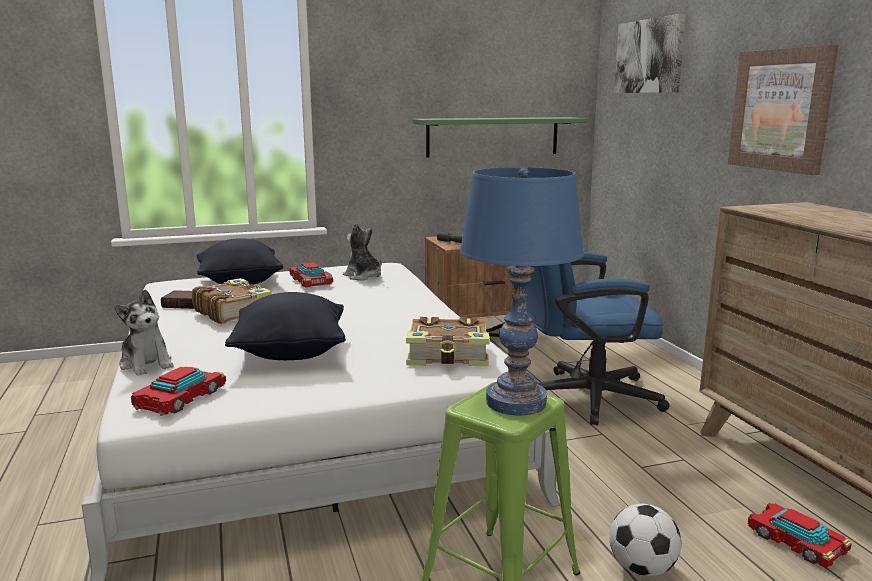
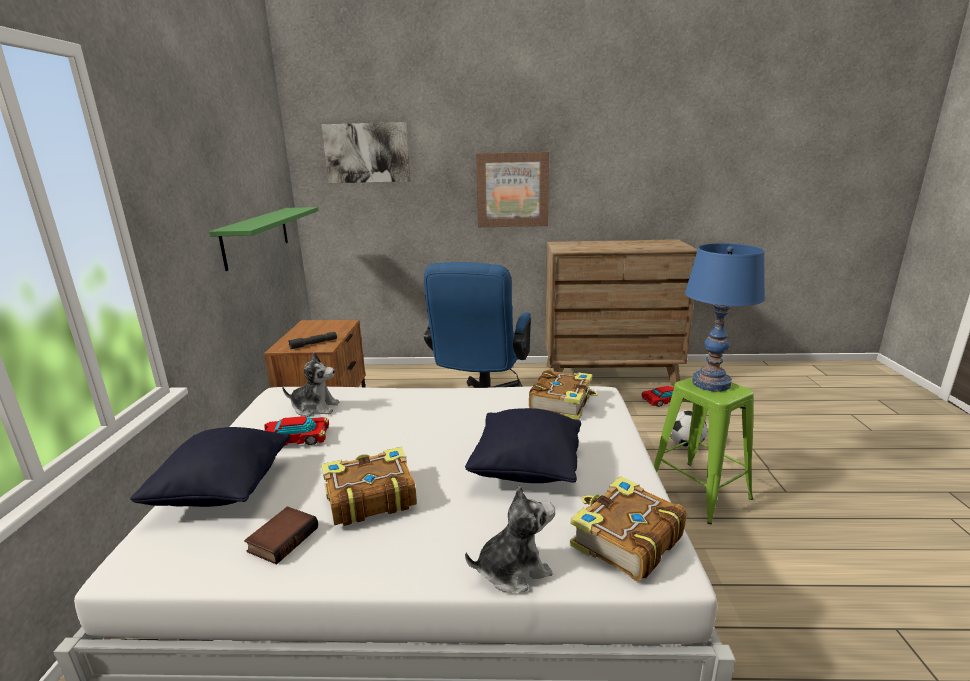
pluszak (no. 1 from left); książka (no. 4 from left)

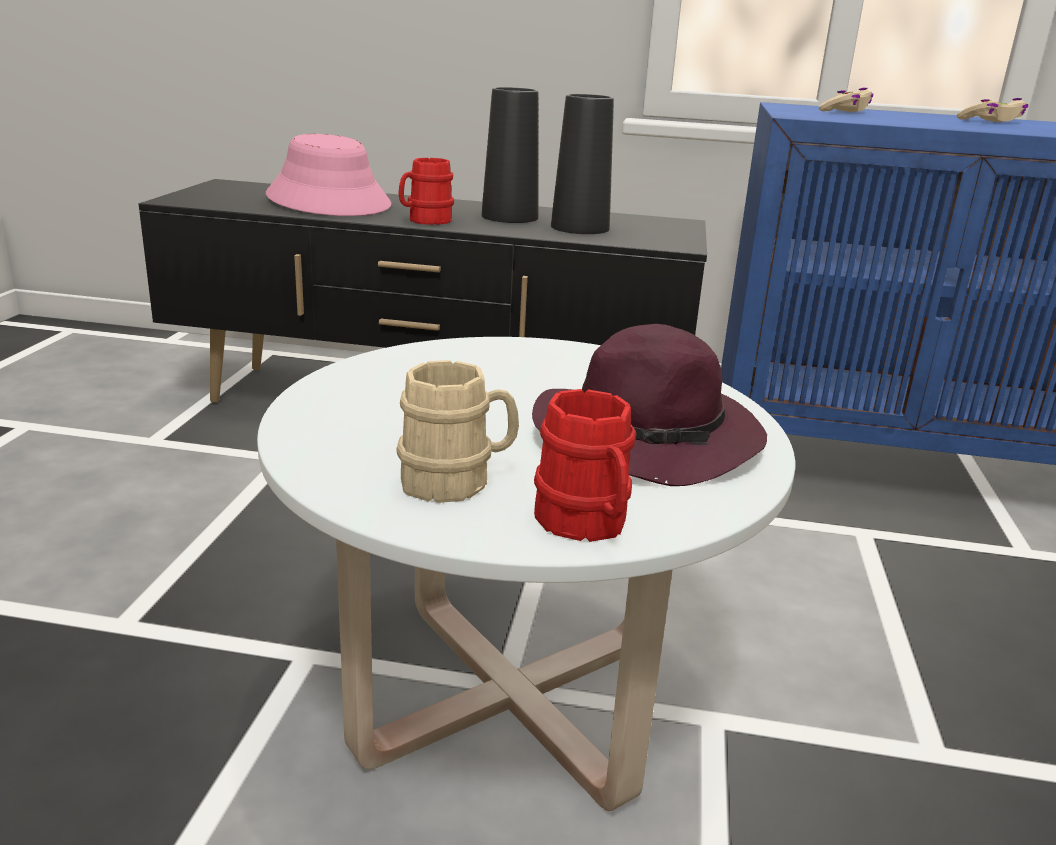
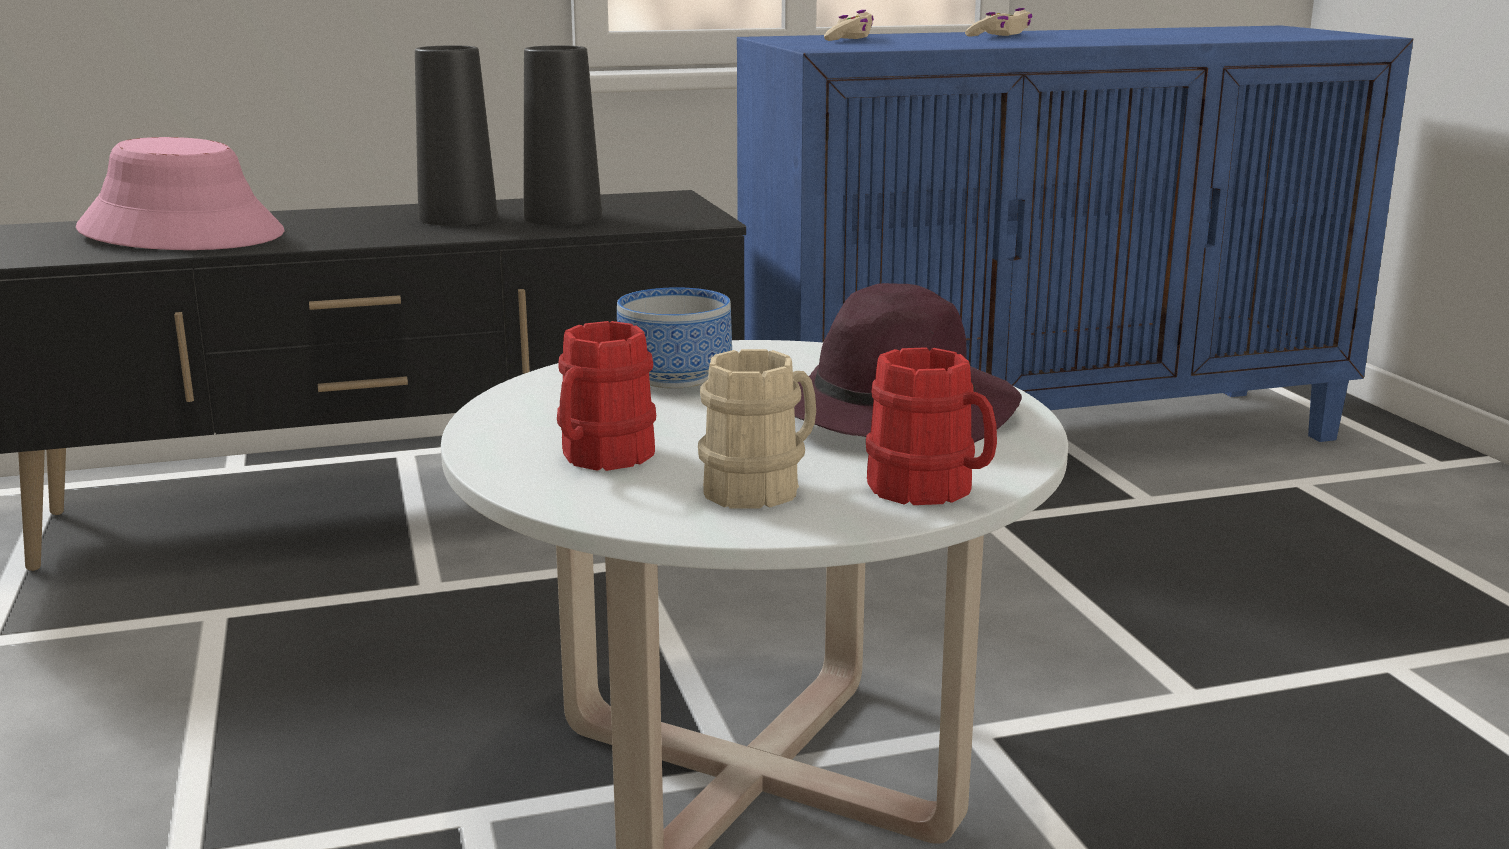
kubek/czerwony (no. 1 from left); miska

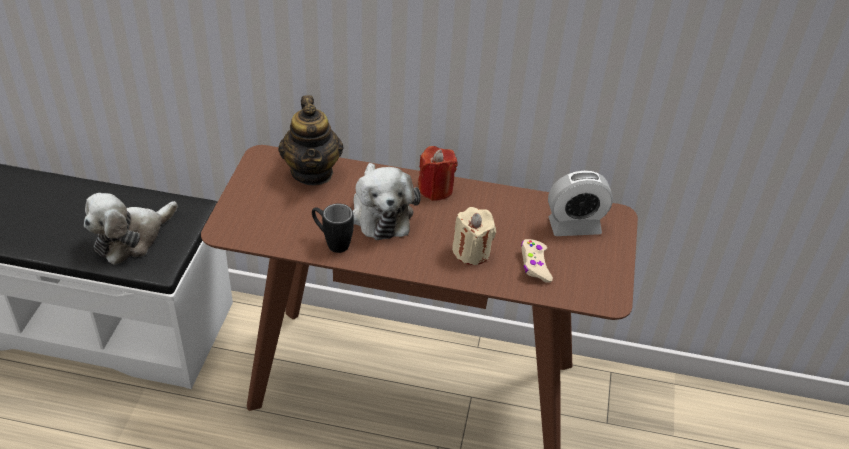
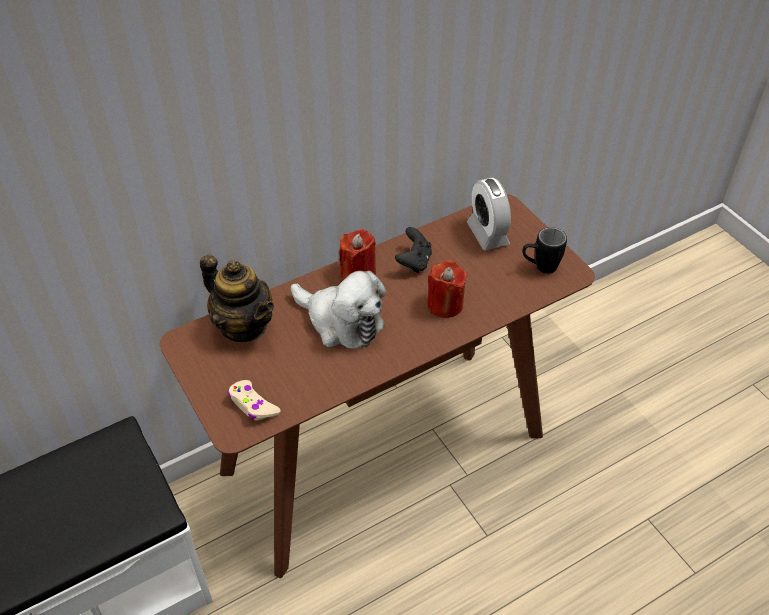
pad do gier/beżowy; pad do gier/czarny; świeca/czerwony (no. 2 from left); budzik; kubek/czarny; pluszak (no. 1 from left in the first image)

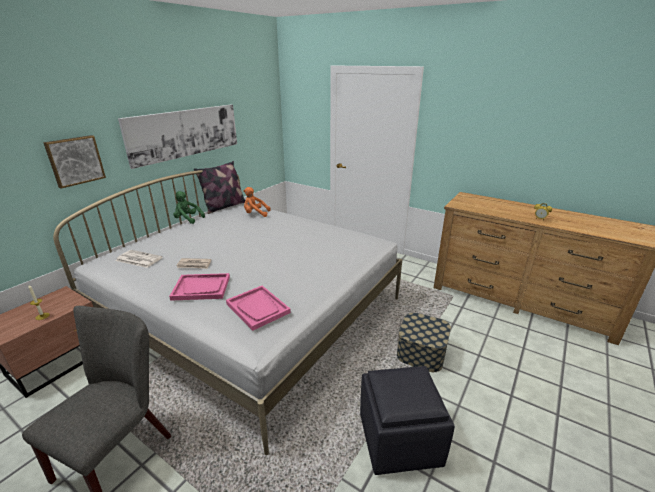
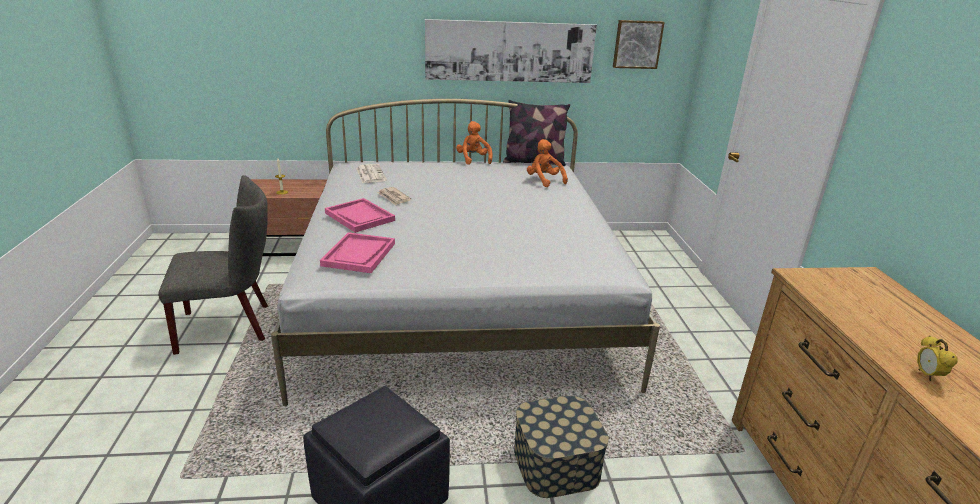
pluszak/pomarańczowy (no. 1 from left); obraz (no. 2 from left)

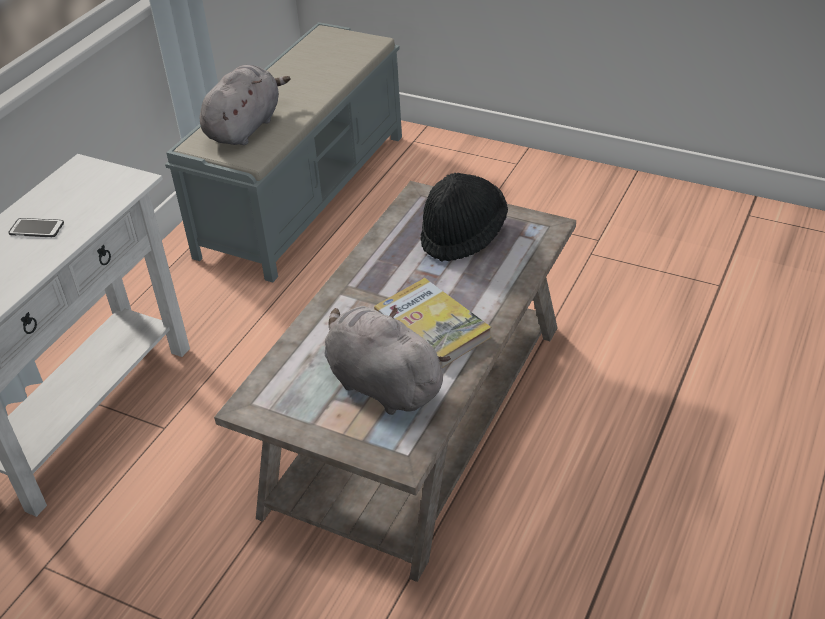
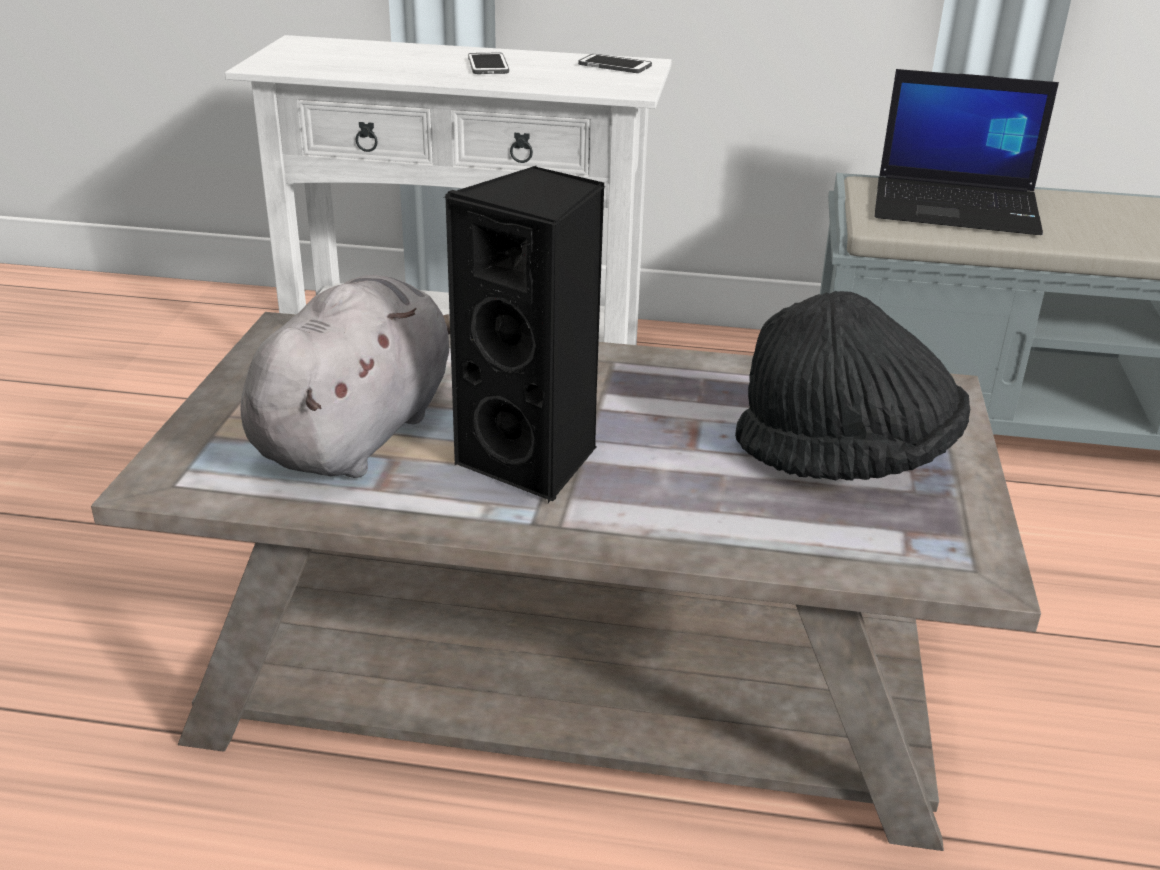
głośnik/czarny; telefon (no. 2 from left); laptop

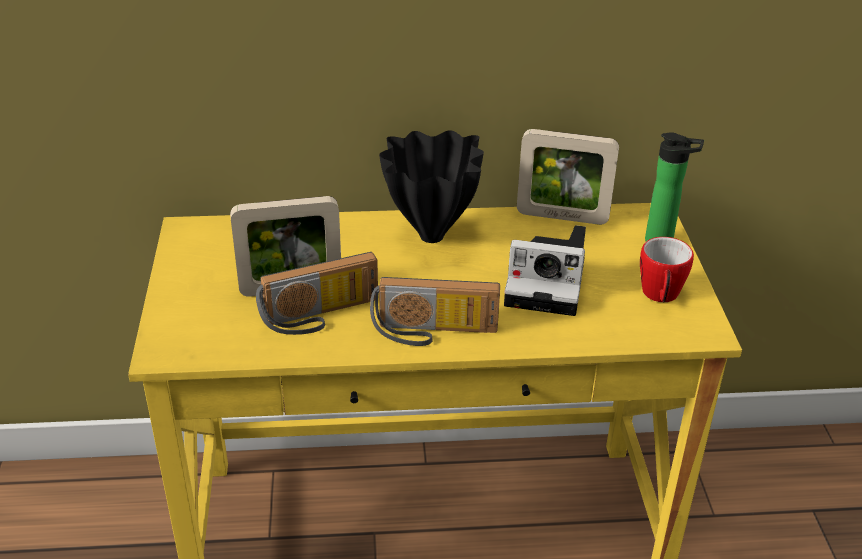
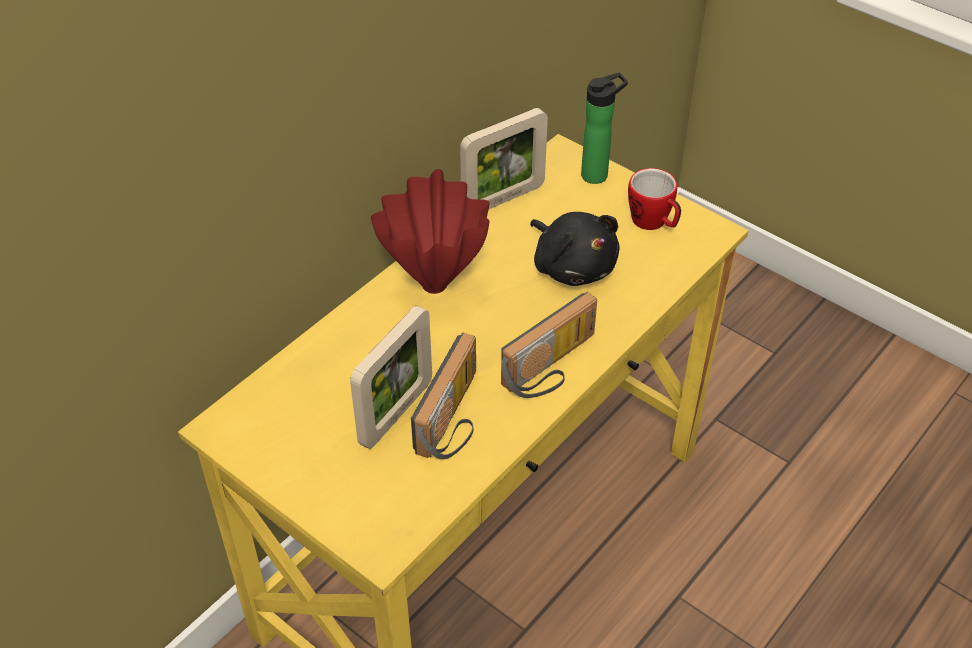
wazon/czerwony; pluszak/czarny

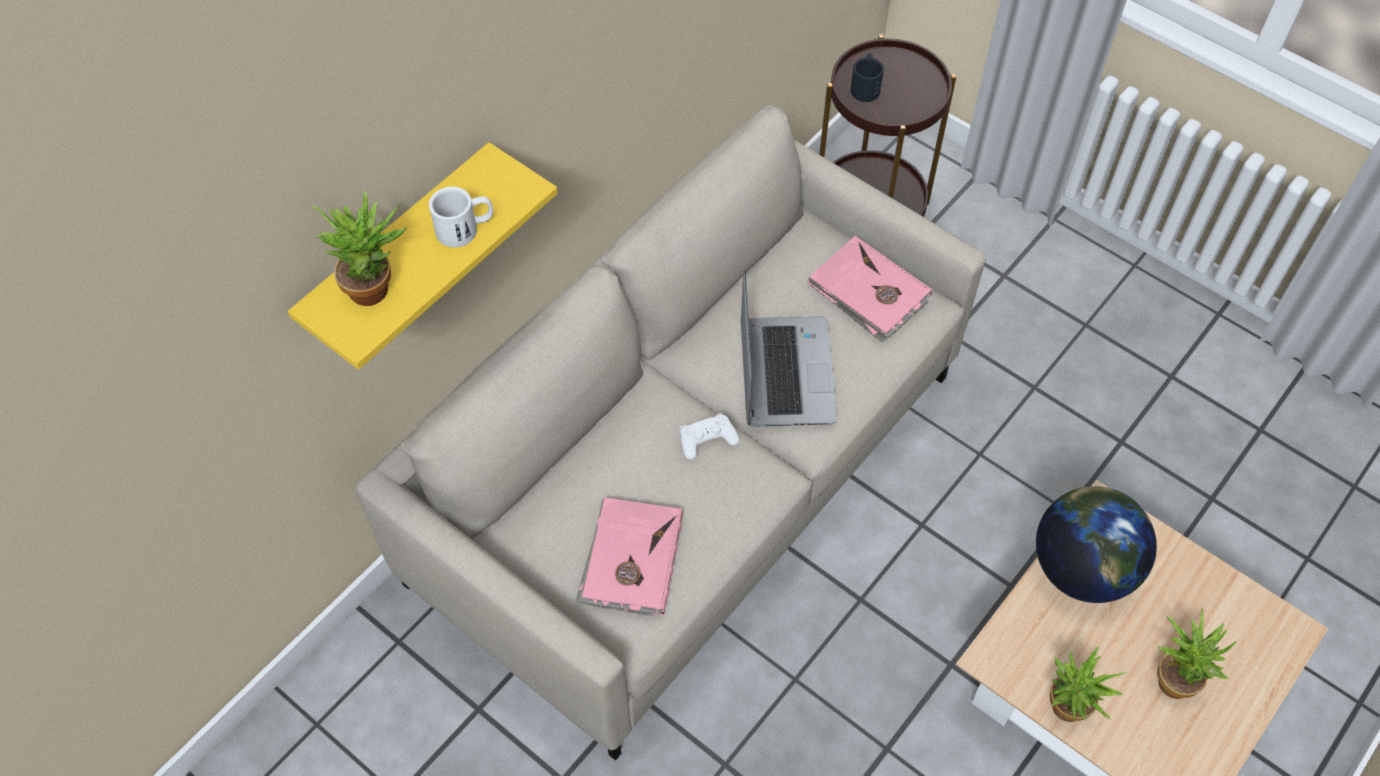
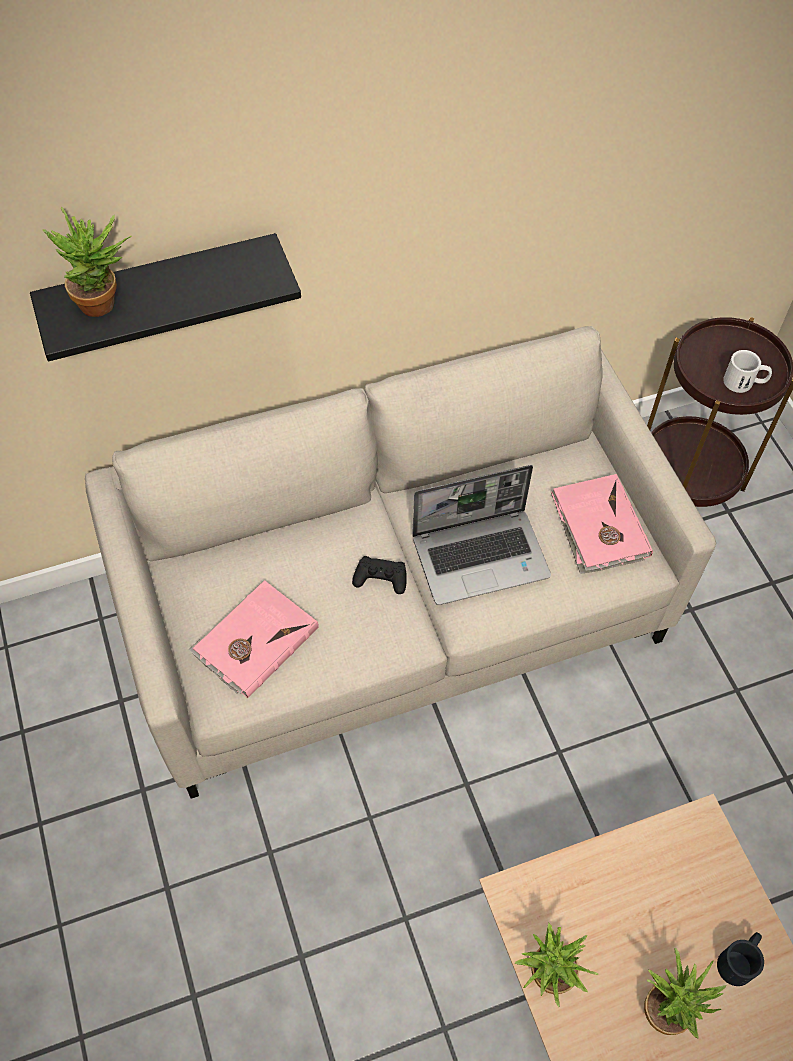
półka/czarny; pad do gier/czarny; laptop; kubek/czarny; kubek/biały; globus

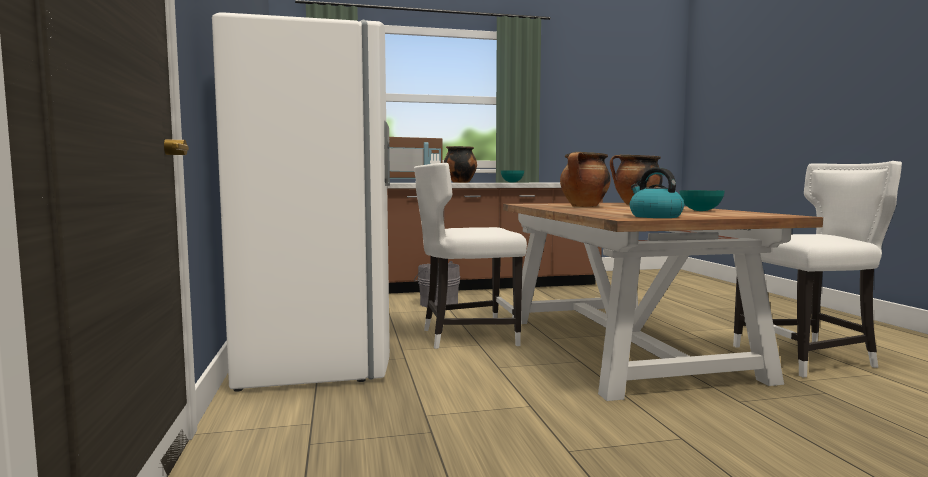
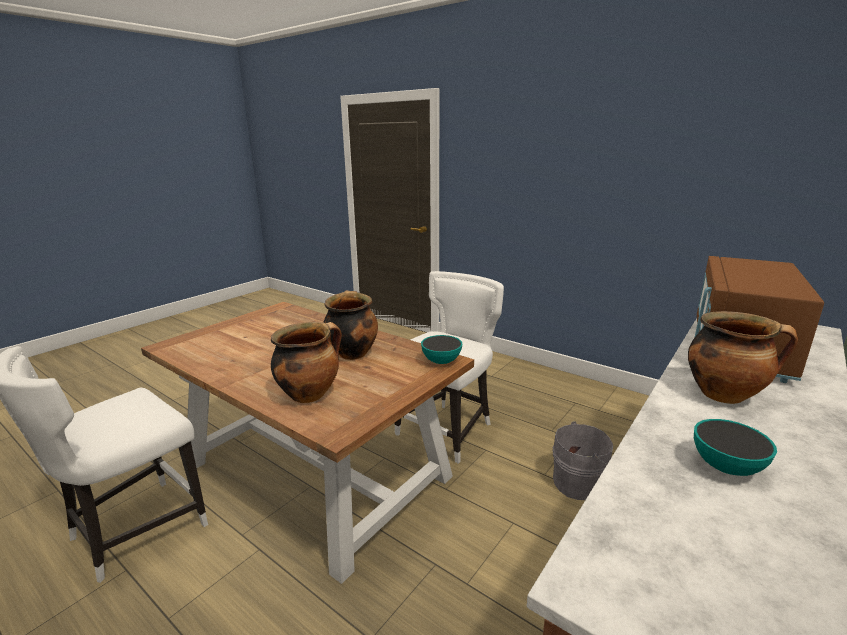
miska (no. 1 from left); lodówka/biały; czajnik

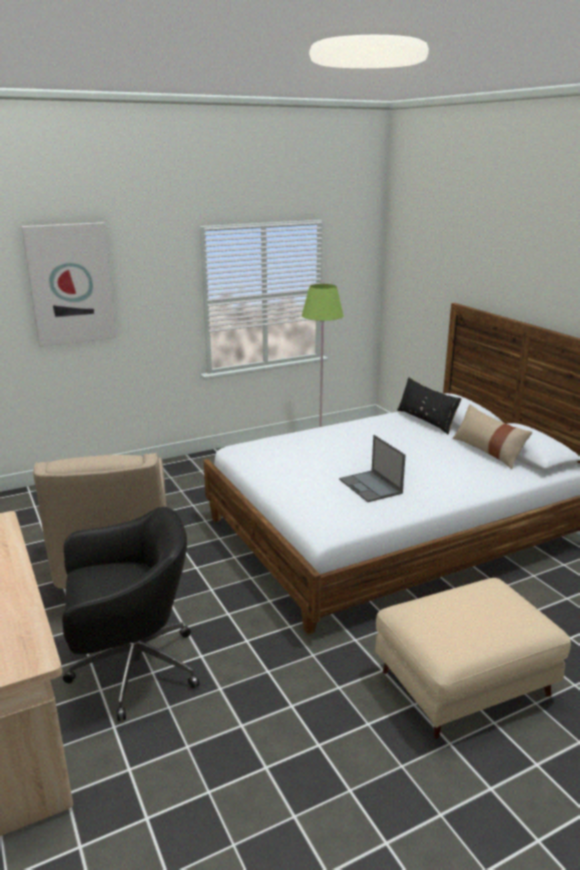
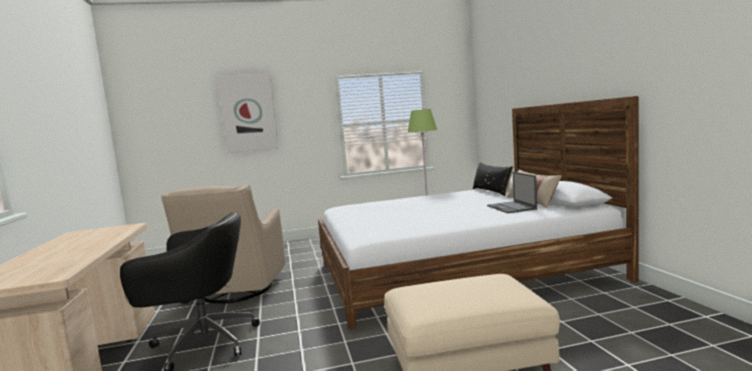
laptop

